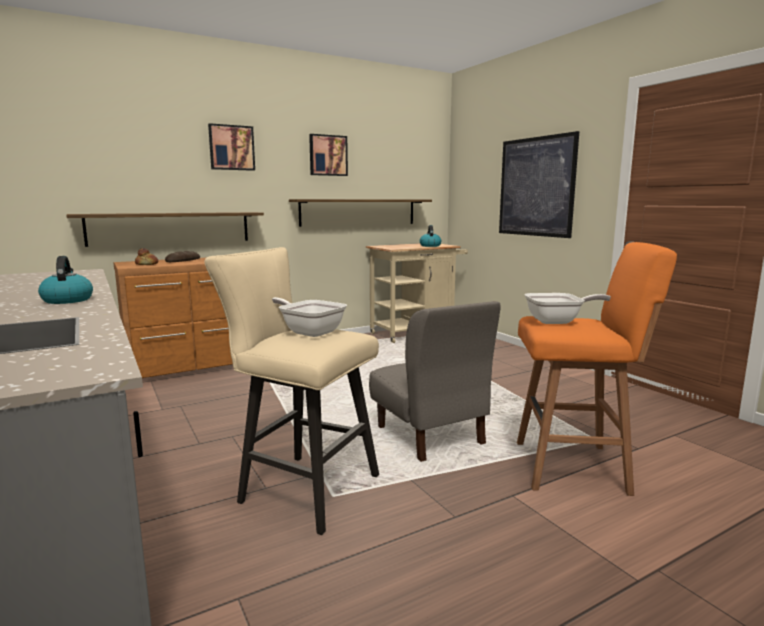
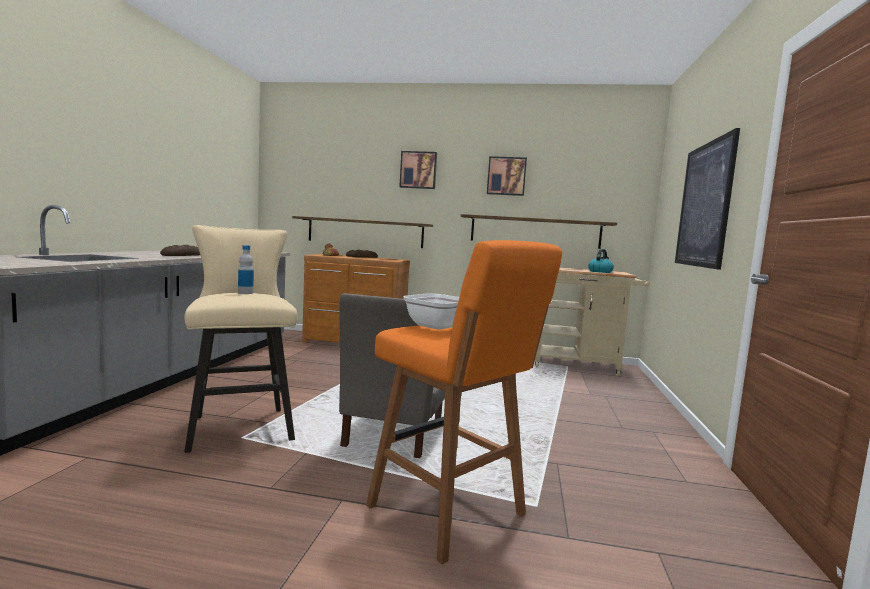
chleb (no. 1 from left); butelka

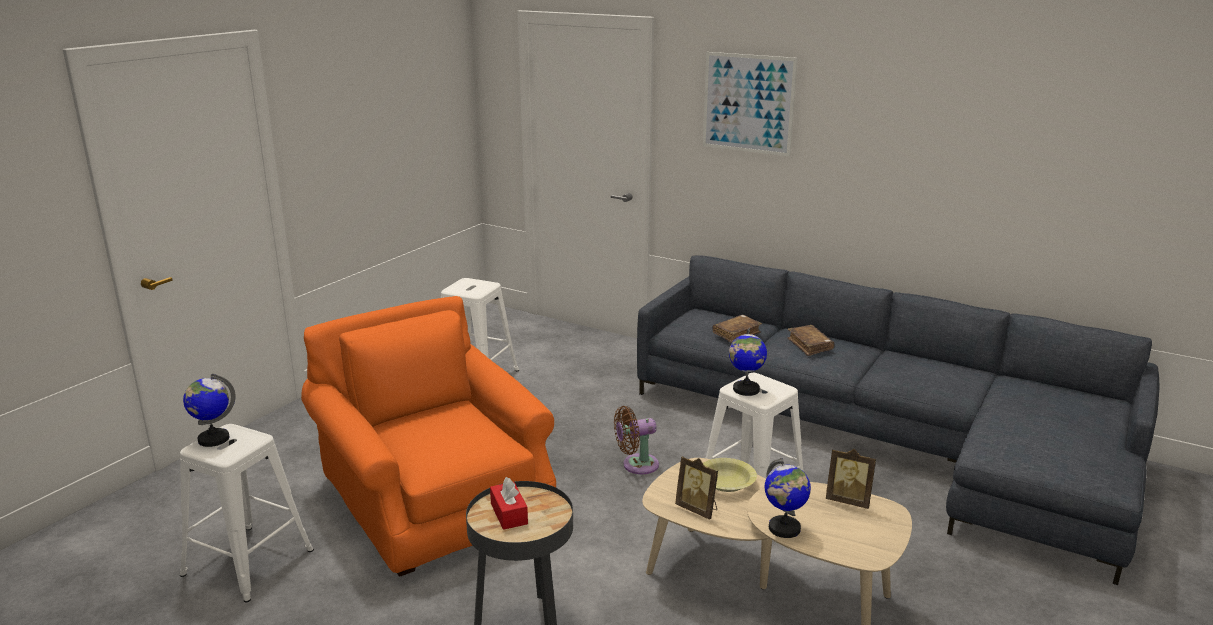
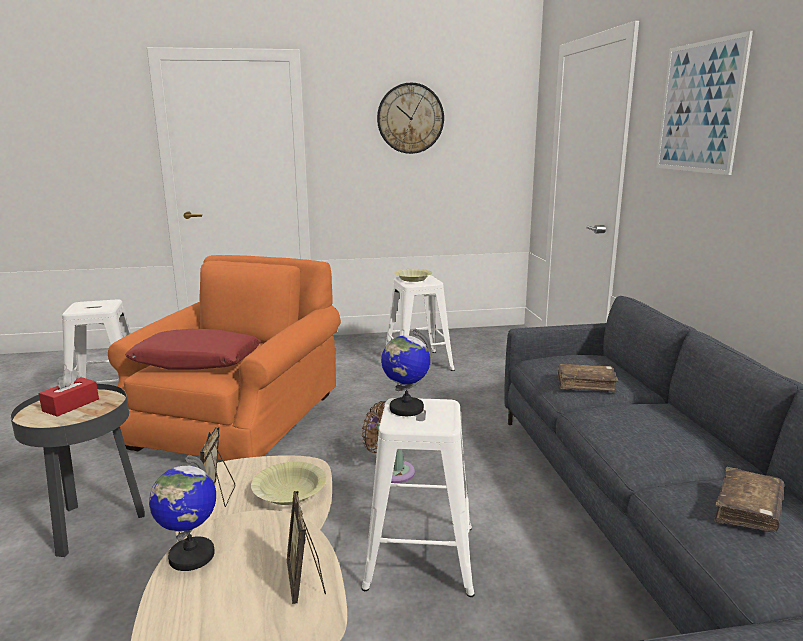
poduszka/czerwony; zegar ścienny; miska/żółty (no. 2 from left); książka/brązowy (no. 2 from left); globus (no. 1 from left in the first image)

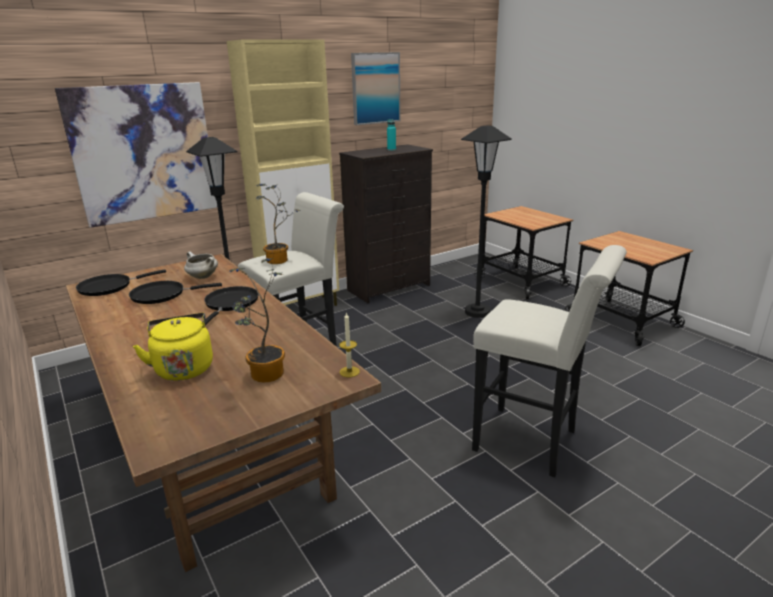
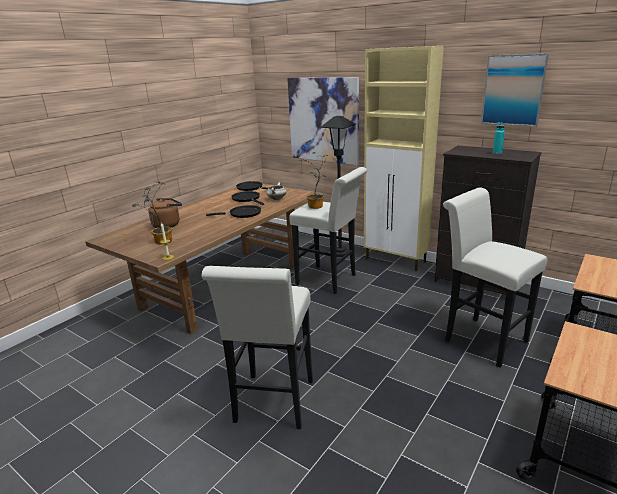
czajnik/brązowy; stołek/biały (no. 3 from left)

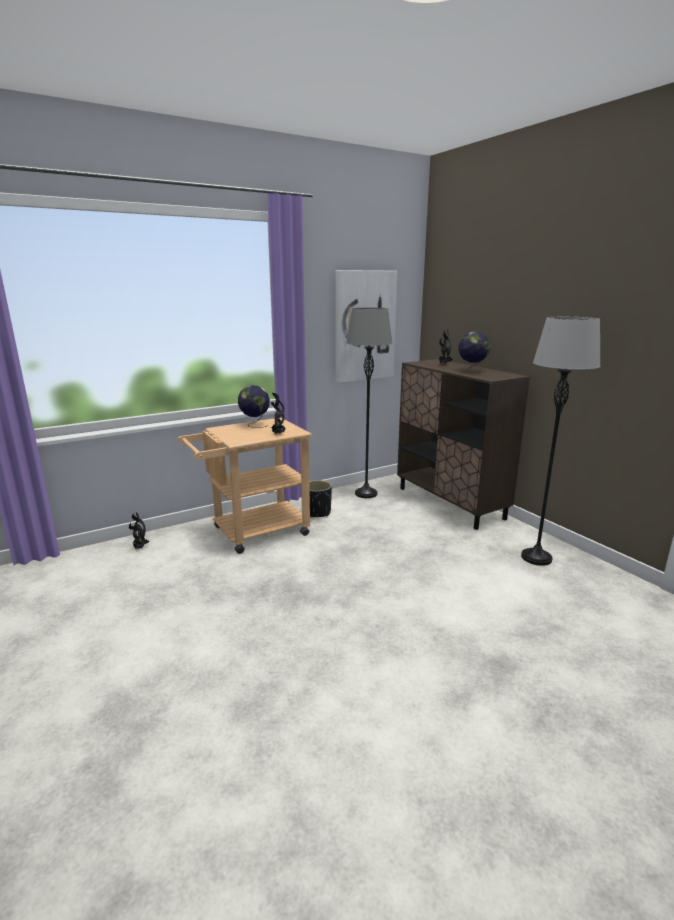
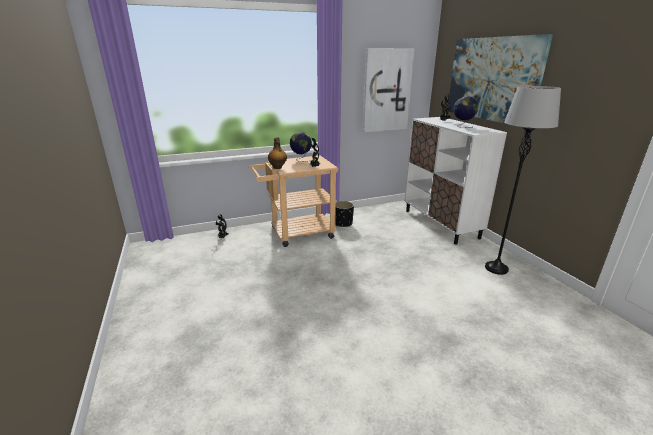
butelka; szafka/biały; obraz (no. 2 from left); lampa stojąca/szary (no. 1 from left in the first image)

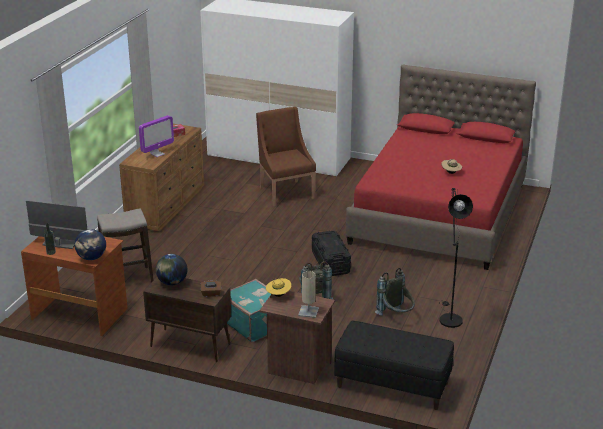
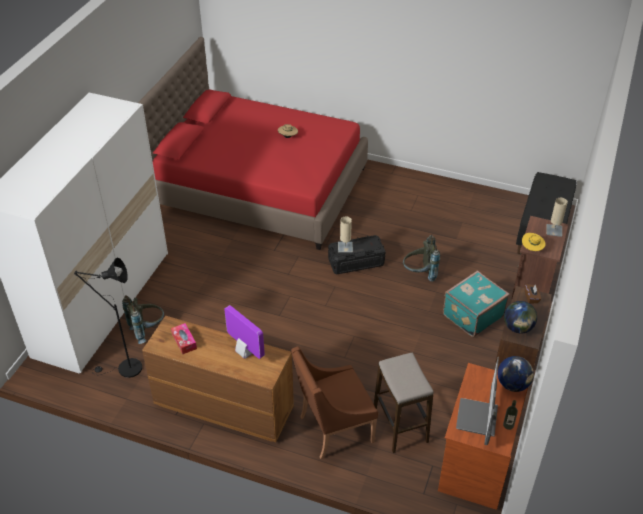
lampa stojąca/czarny; plecak/szary (no. 1 from left); fotel/brązowy; lampa stołowa/beżowy (no. 1 from left)

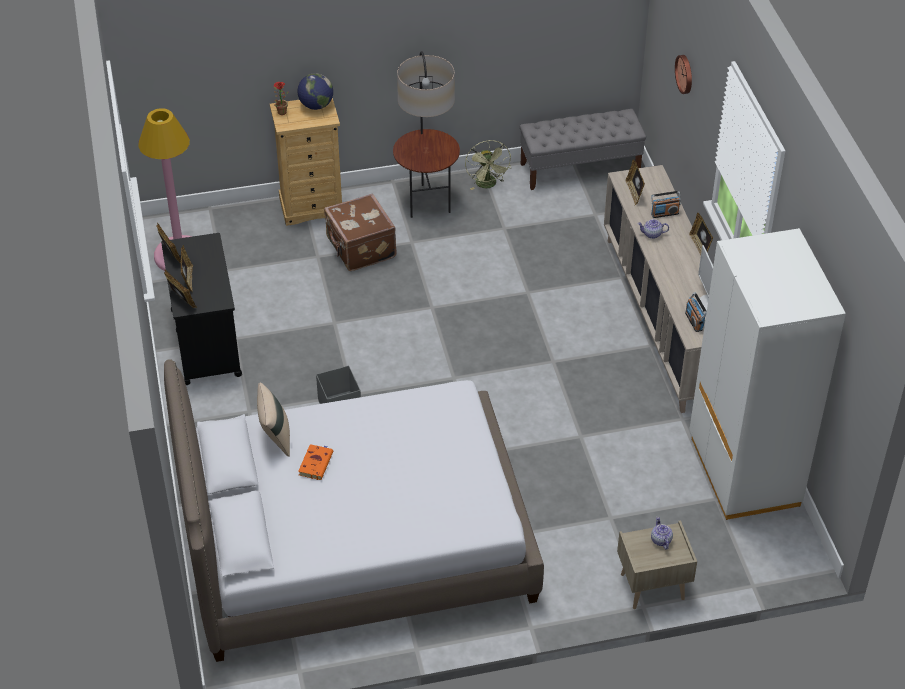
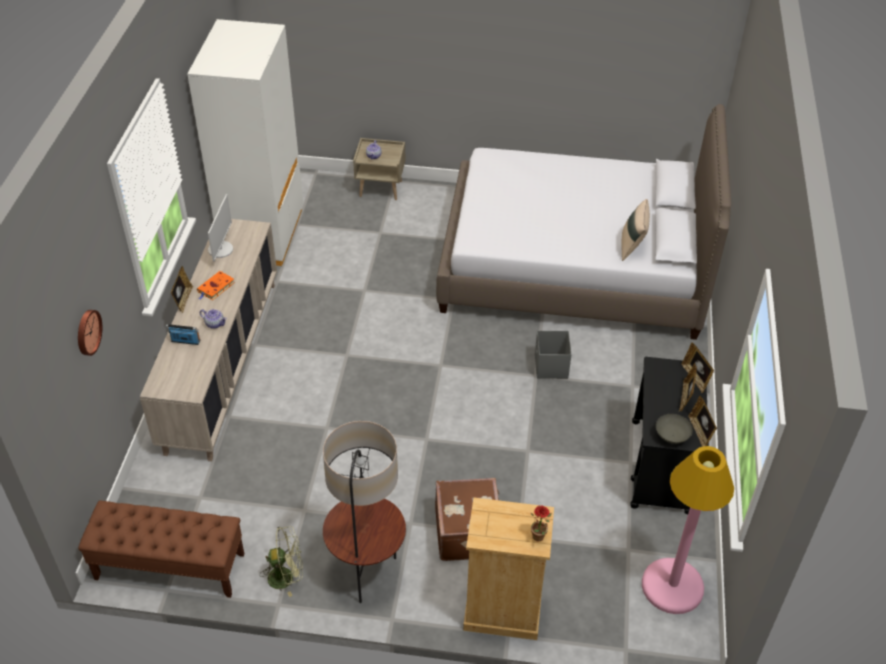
ławka/brązowy; książka/pomarańczowy; wentylator/zielony; miska/szary; globus; ramka na zdjęcie (no. 4 from left in the first image); radio (no. 2 from left in the first image)

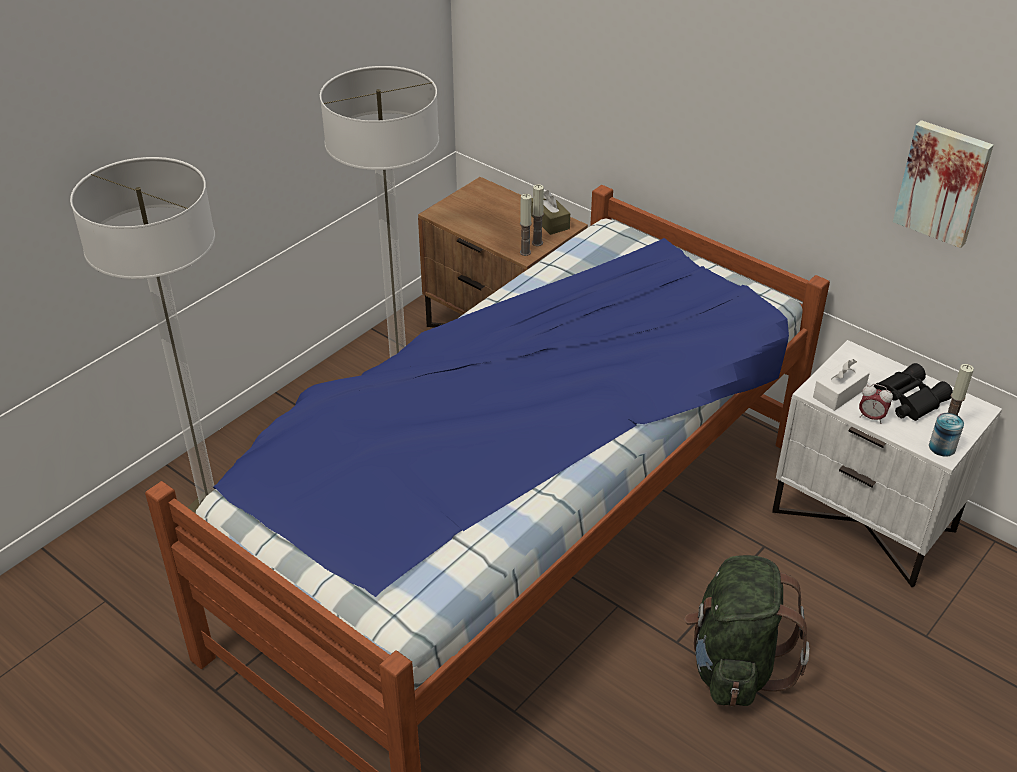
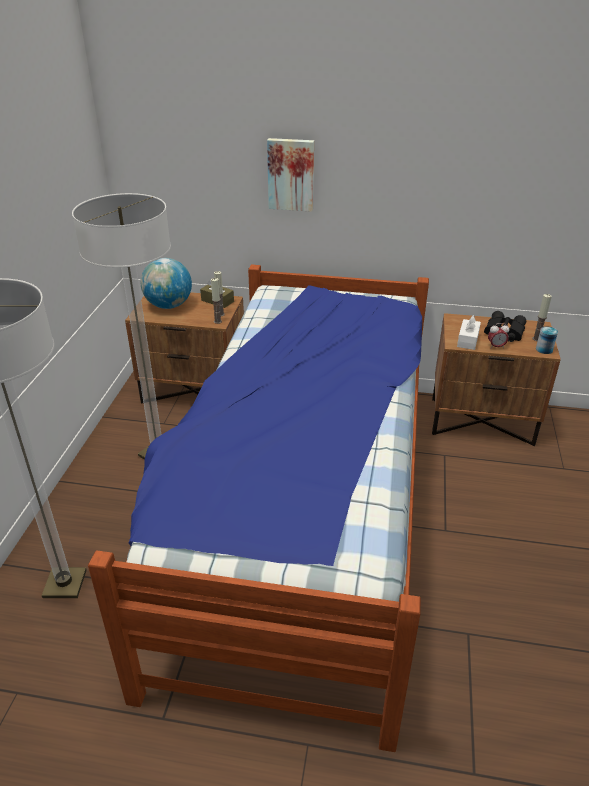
globus; obraz; szafka nocna/brązowy (no. 2 from left); plecak/zielony

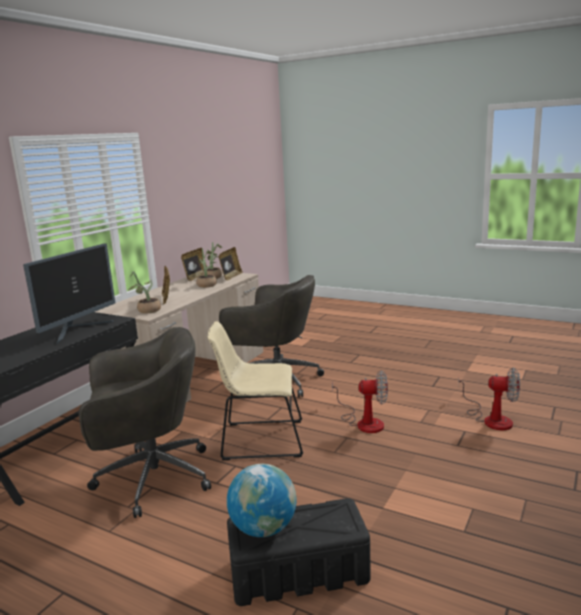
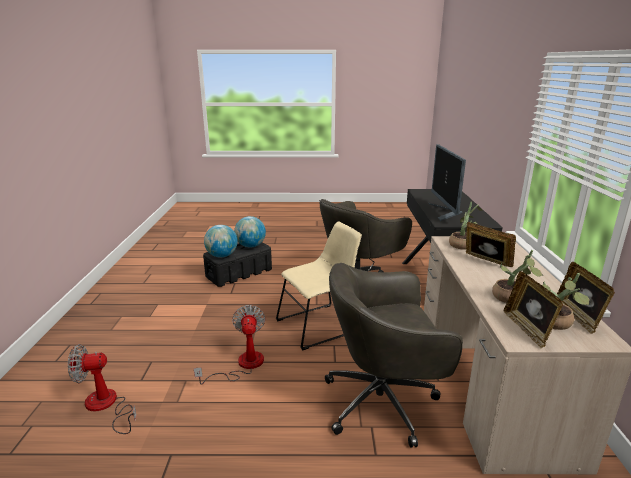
wentylator (no. 2 from left); globus (no. 1 from left)

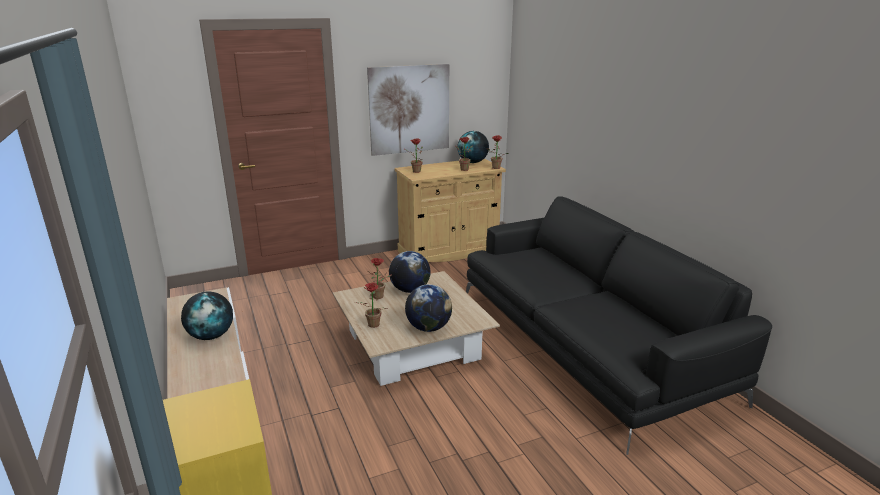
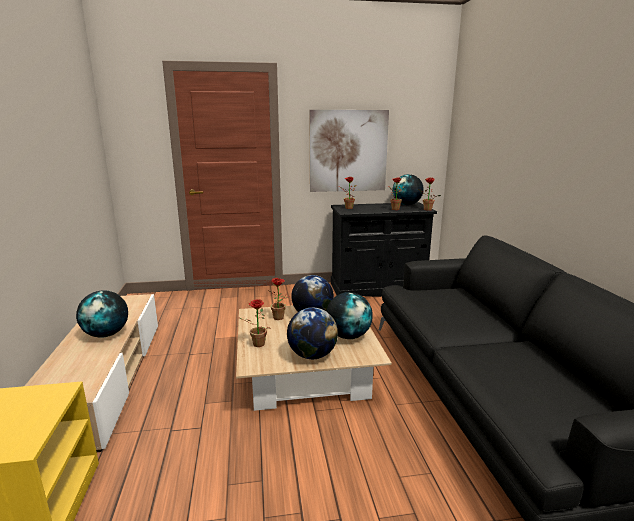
globus (no. 4 from left); szafka/czarny

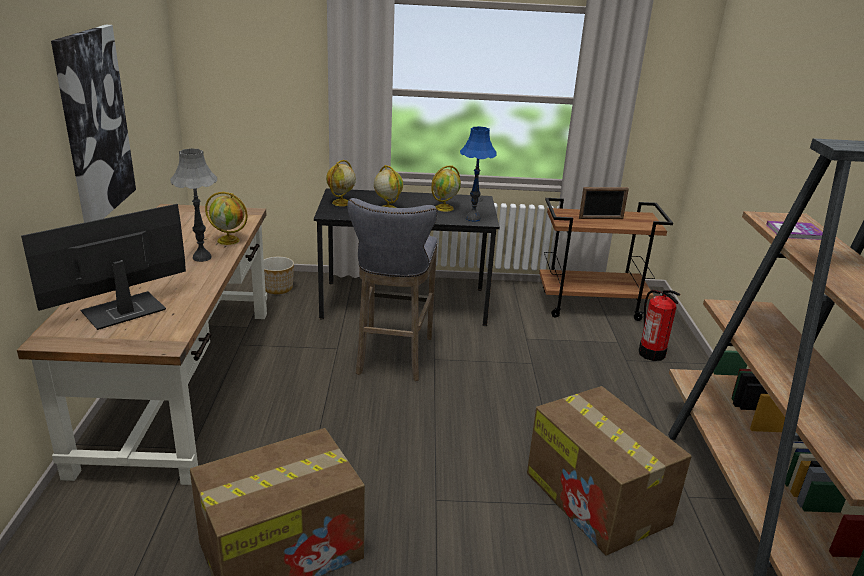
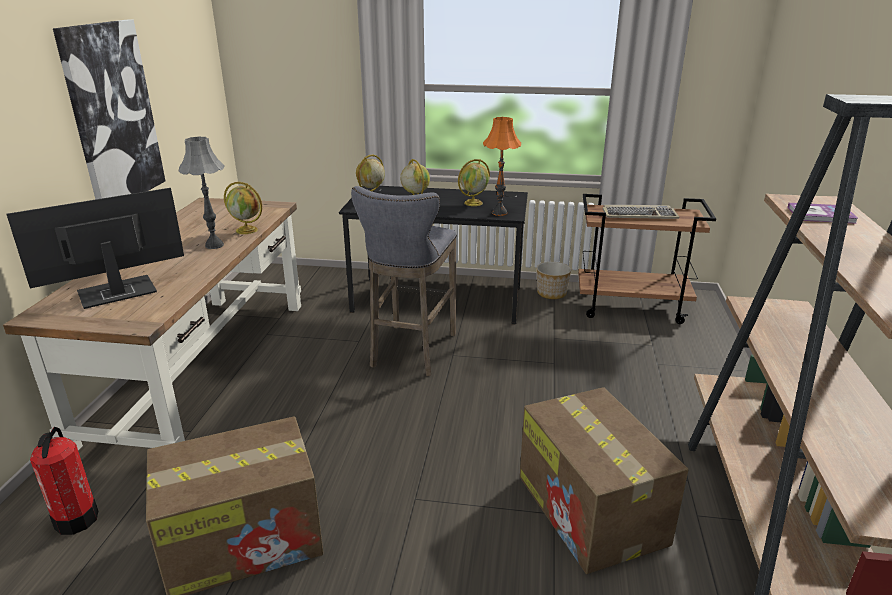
gaśnica; lampa stołowa/pomarańczowy; donica; klawiatura

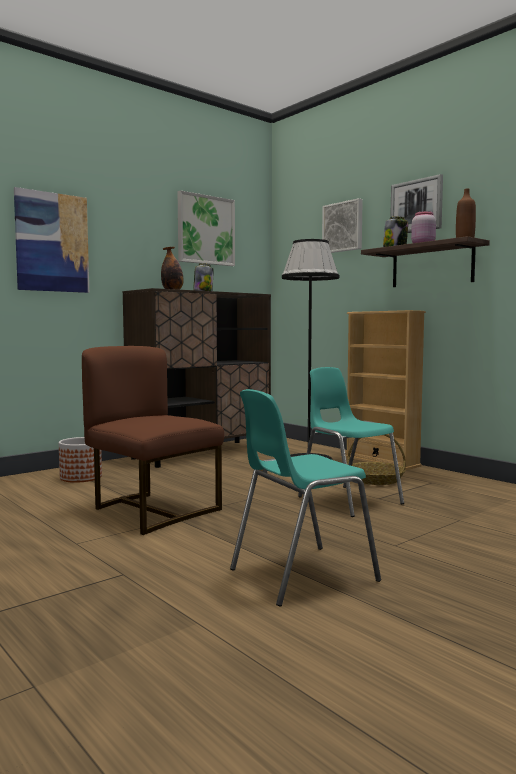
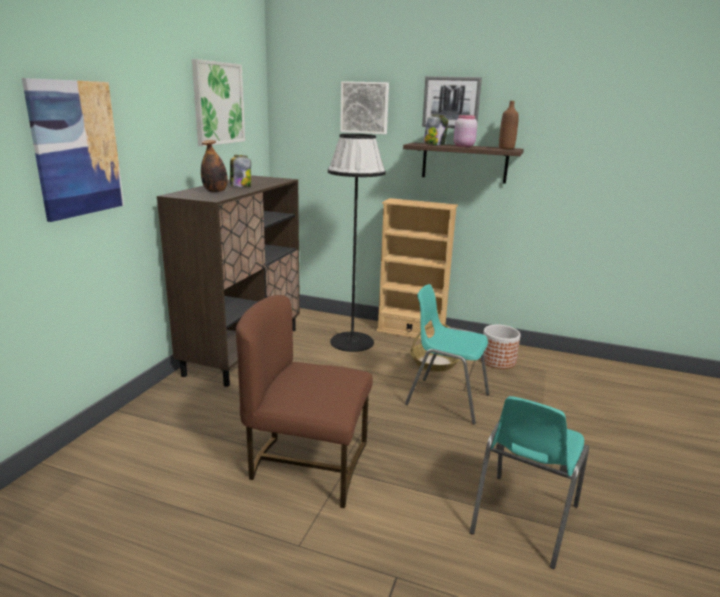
donica

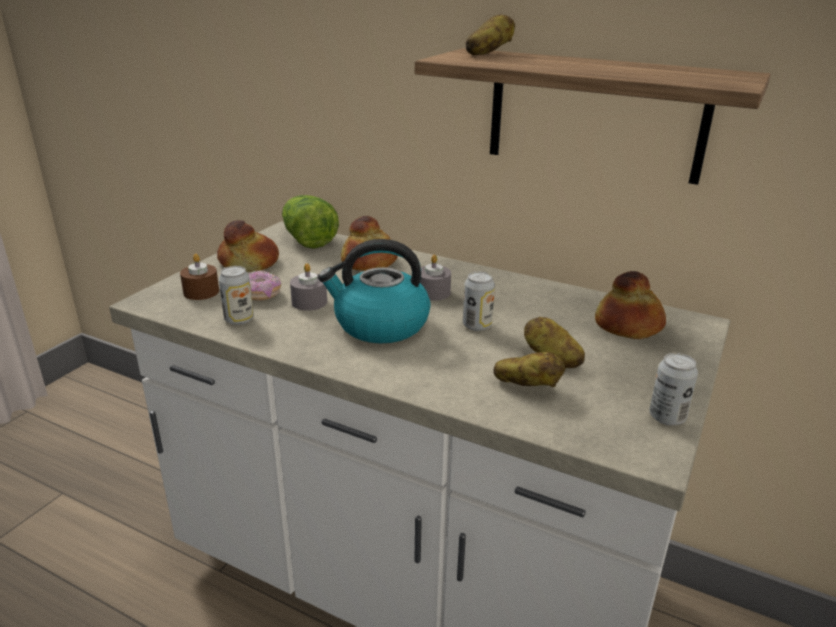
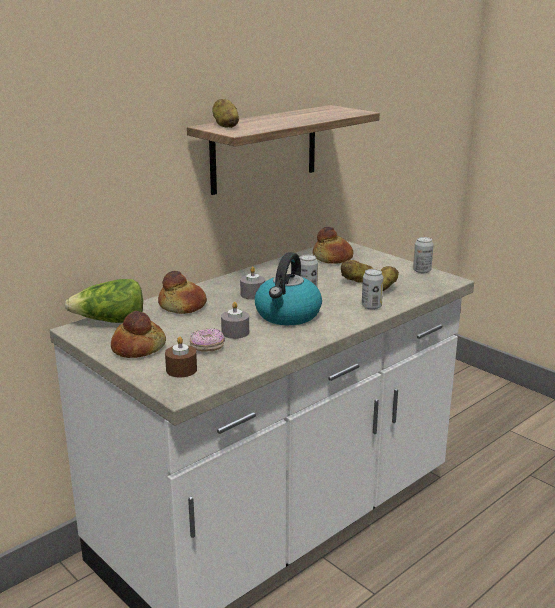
puszka (no. 2 from left)

